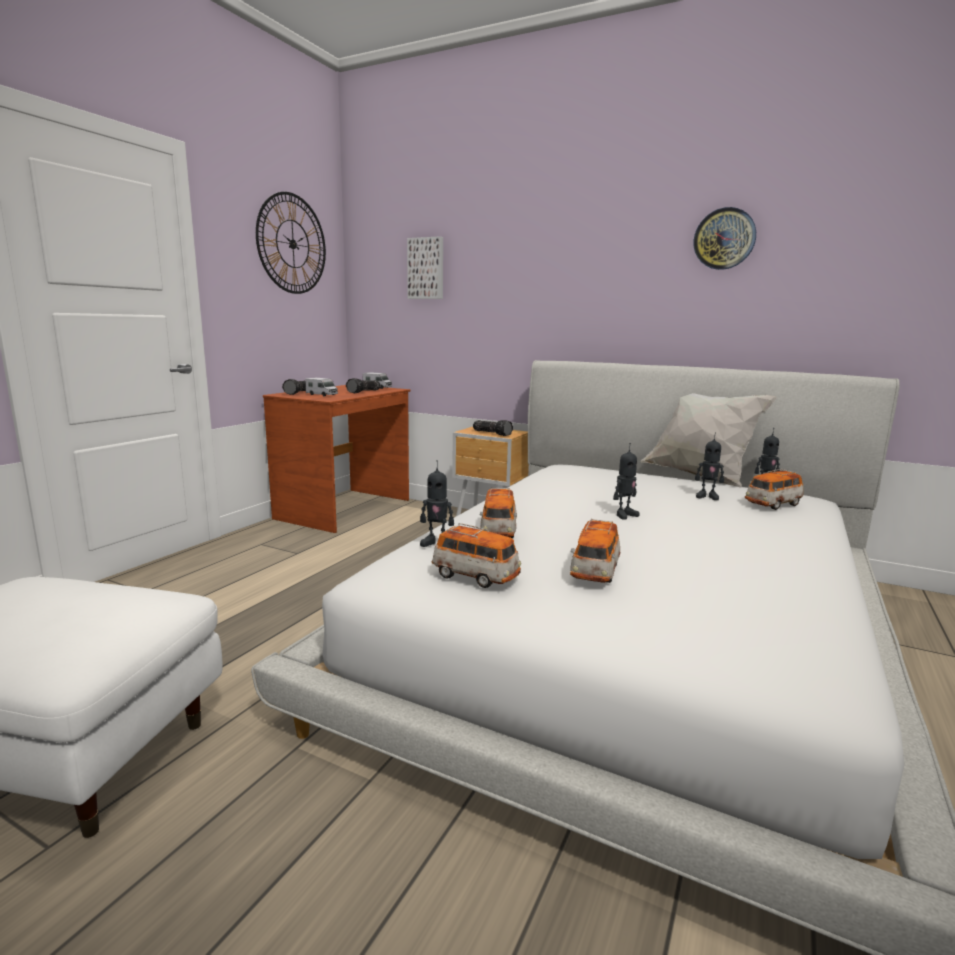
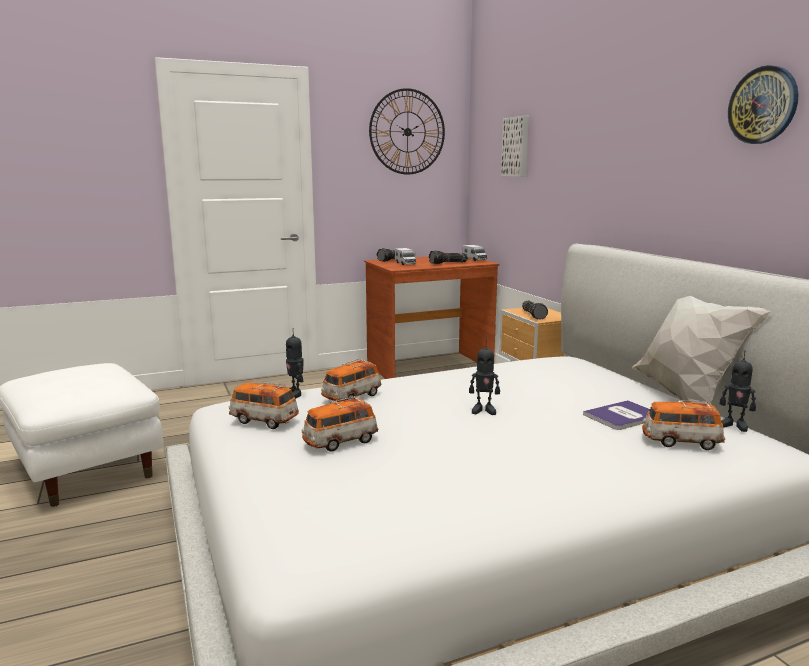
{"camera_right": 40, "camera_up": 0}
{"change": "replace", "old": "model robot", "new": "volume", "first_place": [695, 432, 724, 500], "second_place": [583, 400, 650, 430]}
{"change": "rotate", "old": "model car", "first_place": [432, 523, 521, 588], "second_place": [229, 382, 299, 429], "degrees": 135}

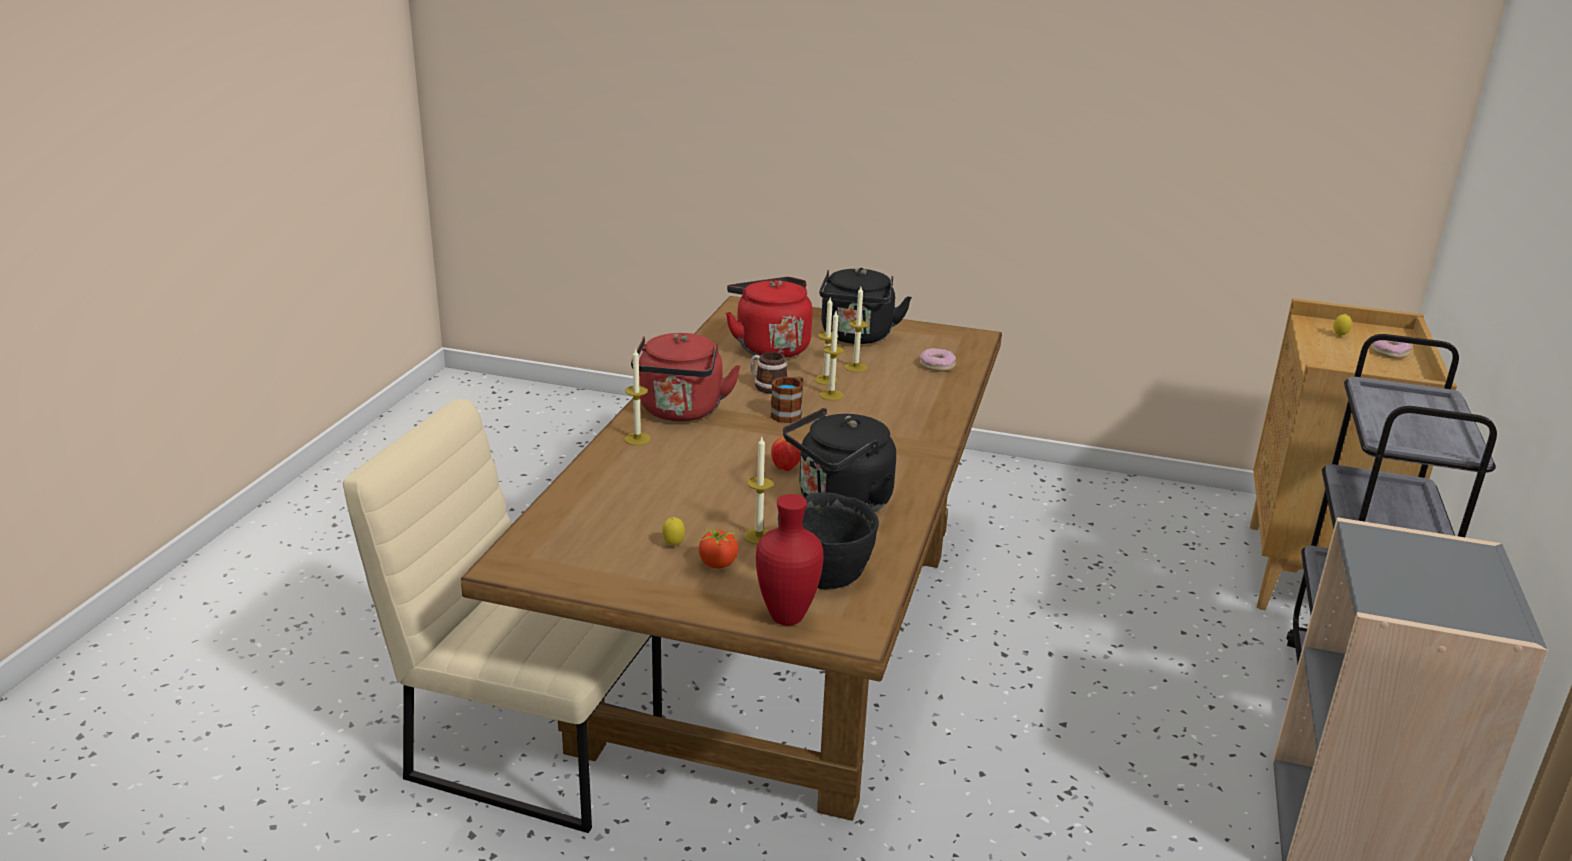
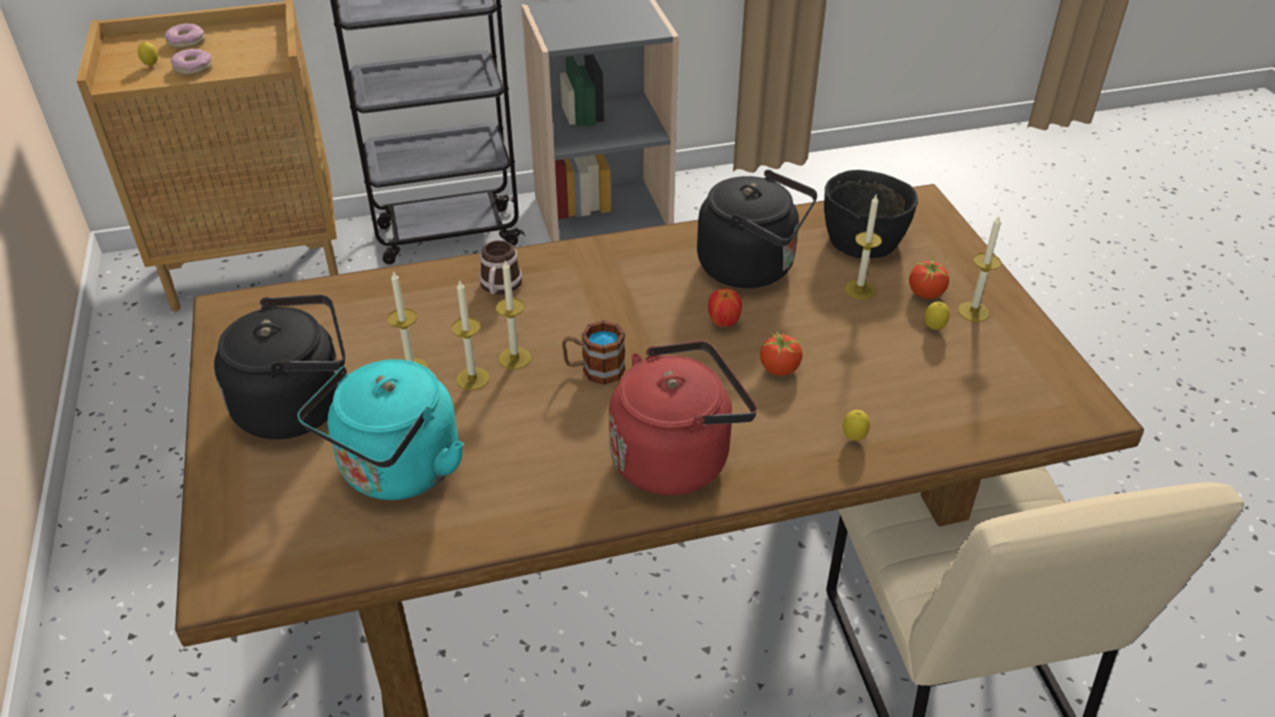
{"camera_right": -120, "camera_up": 15}
{"change": "recolor", "old": "red kettle", "new": "turquoise kettle", "first_place": [726, 277, 813, 358], "second_place": [297, 359, 464, 500]}
{"change": "move", "old": "wax candle", "first_place": [624, 348, 651, 445], "second_place": [958, 216, 1001, 322]}
{"change": "move", "old": "ring doughnut", "first_place": [920, 348, 956, 372], "second_place": [171, 49, 212, 75]}
{"change": "move", "old": "mug", "first_place": [750, 352, 787, 394], "second_place": [479, 240, 522, 295]}
{"change": "delete", "old": "red decorative vase", "first_place": [756, 494, 823, 626]}
{"change": "insert", "new": "whole tomato", "second_place": [760, 330, 803, 376]}
{"change": "insert", "new": "whole lemon", "second_place": [843, 410, 870, 441]}

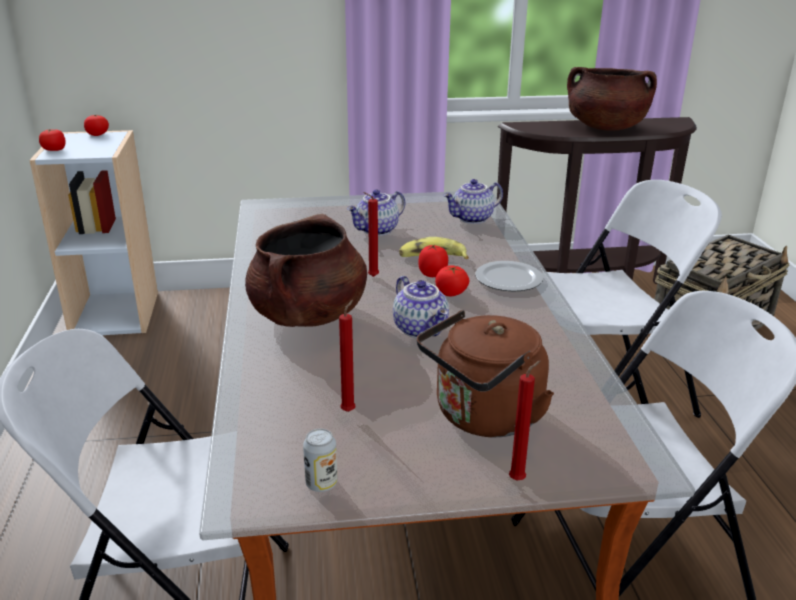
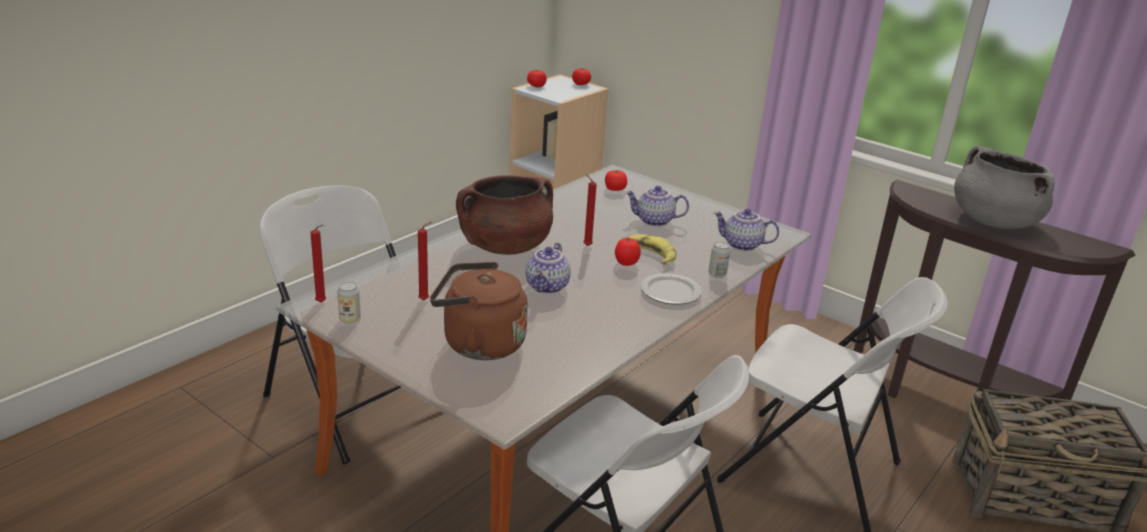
{"camera_right": 45, "camera_up": 0}
{"change": "recolor", "old": "brownish saucepot", "new": "gray saucepot", "first_place": [567, 67, 657, 131], "second_place": [954, 145, 1055, 229]}
{"change": "move", "old": "whole tomato", "first_place": [435, 265, 469, 296], "second_place": [605, 170, 627, 191]}
{"change": "move", "old": "red wax candle", "first_place": [509, 361, 540, 480], "second_place": [310, 225, 326, 303]}
{"change": "insert", "new": "can", "second_place": [708, 241, 731, 278]}

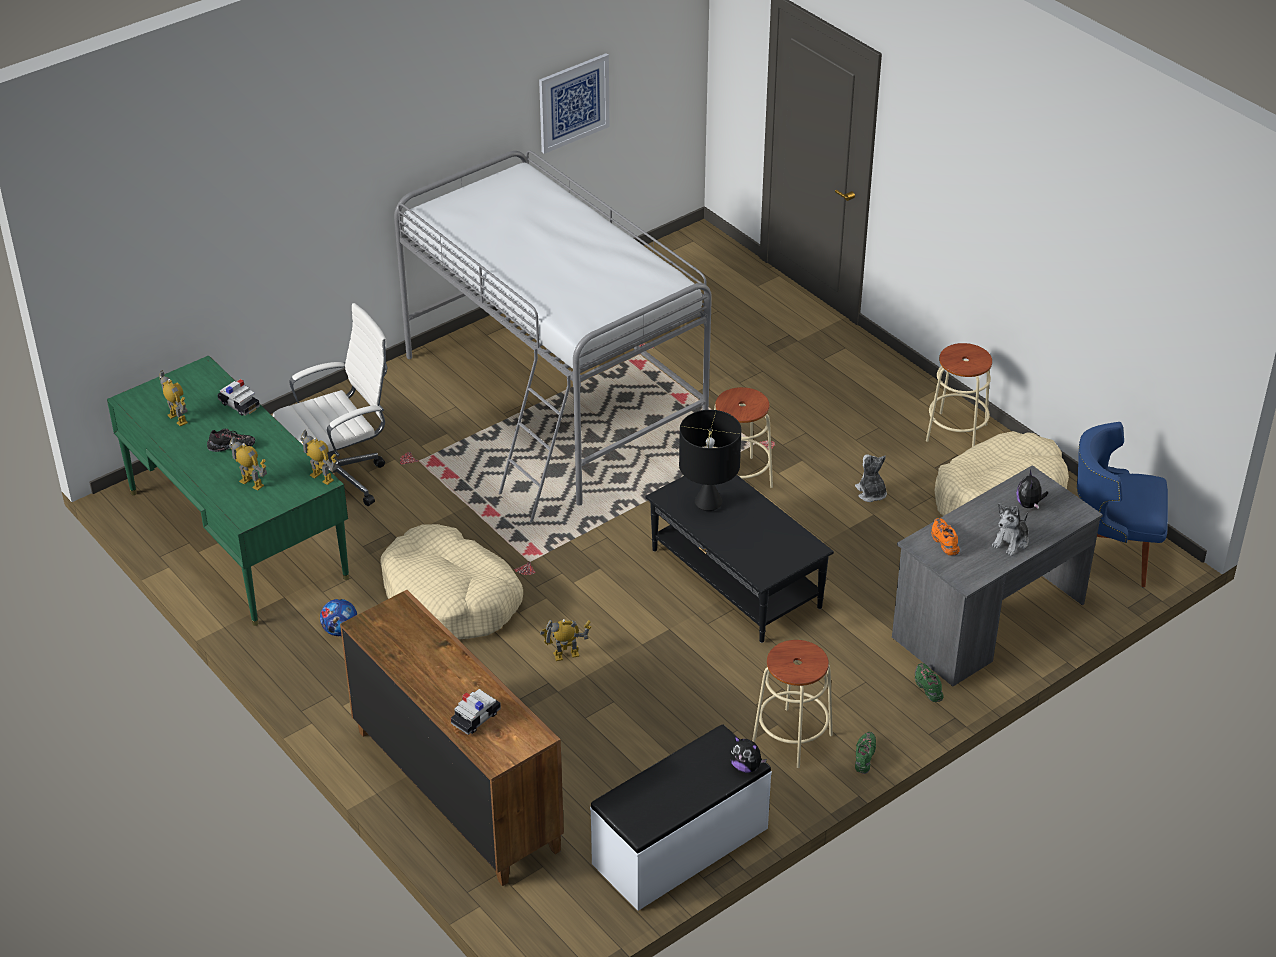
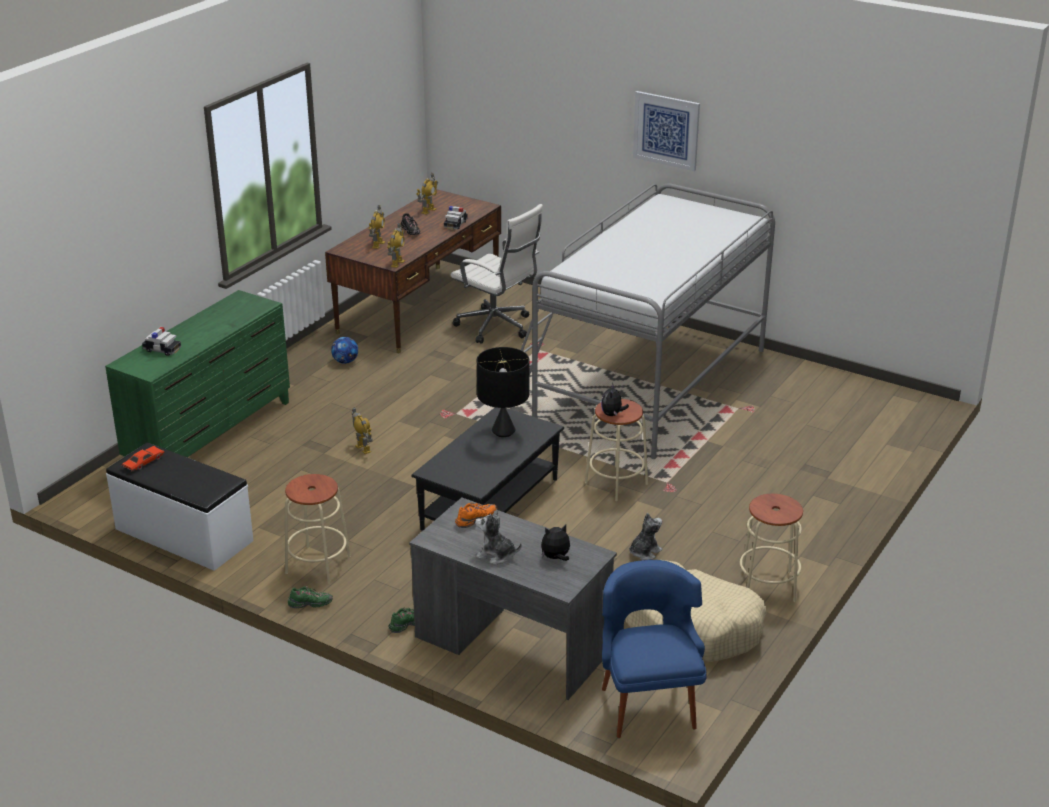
{"camera_right": 70, "camera_up": -10}
{"change": "move", "old": "picture", "first_place": [539, 53, 610, 154], "second_place": [633, 91, 700, 171]}
{"change": "recolor", "old": "green-coloured desk table", "new": "brownish desk table", "first_place": [107, 355, 349, 626], "second_place": [325, 189, 501, 353]}
{"change": "delete", "old": "beige dog bed", "first_place": [380, 524, 523, 639]}
{"change": "recolor", "old": "brownish chest of drawers", "new": "green-coloured chest of drawers", "first_place": [340, 590, 564, 886], "second_place": [105, 290, 290, 457]}
{"change": "move", "old": "cuddly toy", "first_place": [729, 736, 767, 773], "second_place": [601, 385, 629, 416]}
{"change": "insert", "new": "red model car", "second_place": [122, 446, 164, 472]}

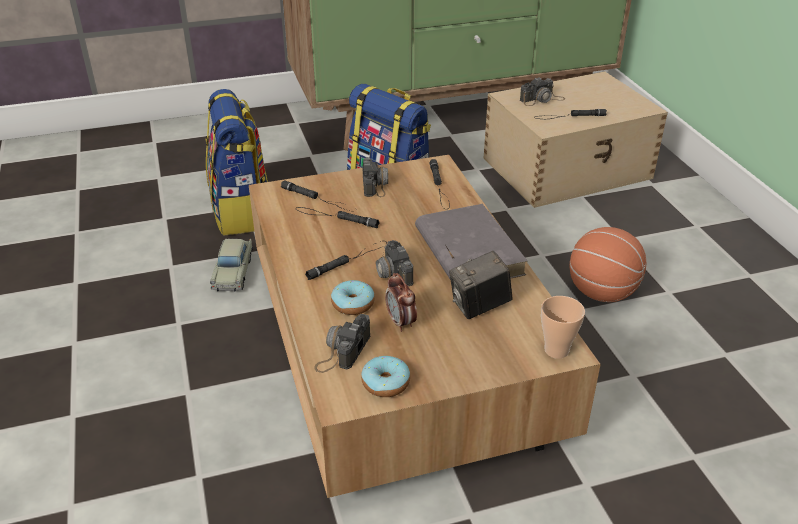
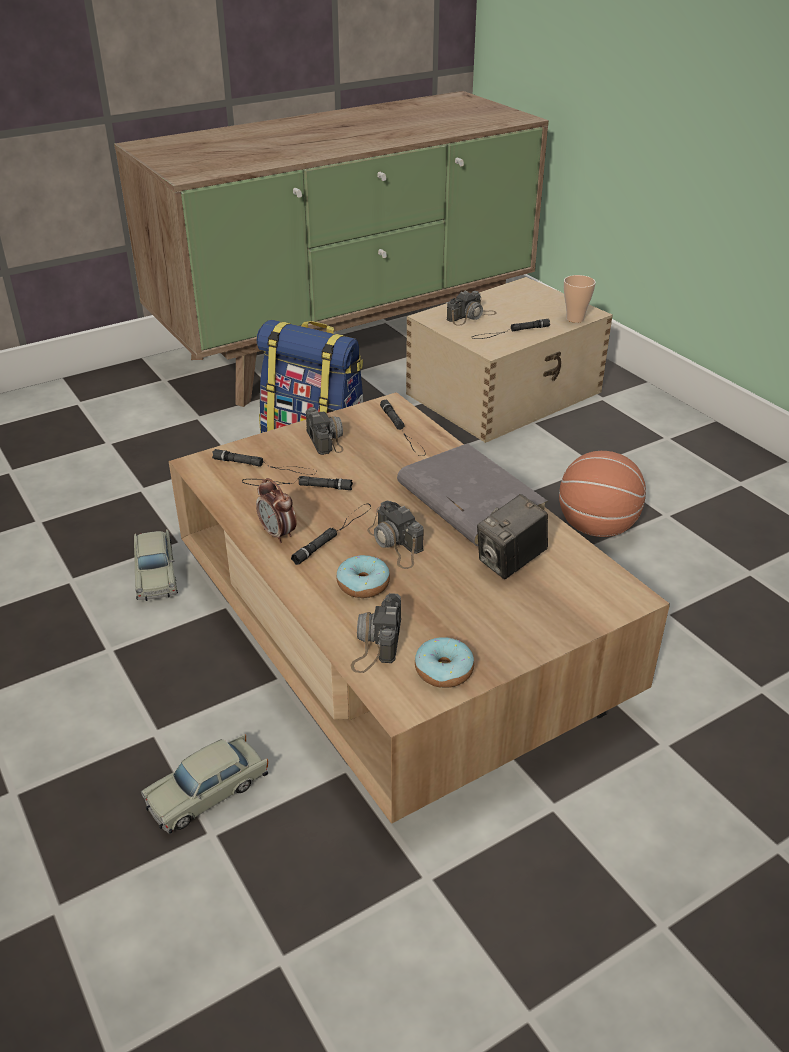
{"camera_right": -15, "camera_up": 0}
{"change": "delete", "old": "backpack", "first_place": [206, 89, 268, 236]}
{"change": "move", "old": "bedside clock", "first_place": [385, 273, 417, 332], "second_place": [256, 478, 297, 543]}
{"change": "move", "old": "small cup", "first_place": [541, 296, 585, 359], "second_place": [564, 275, 596, 323]}
{"change": "insert", "new": "beige model car", "second_place": [141, 734, 268, 834]}

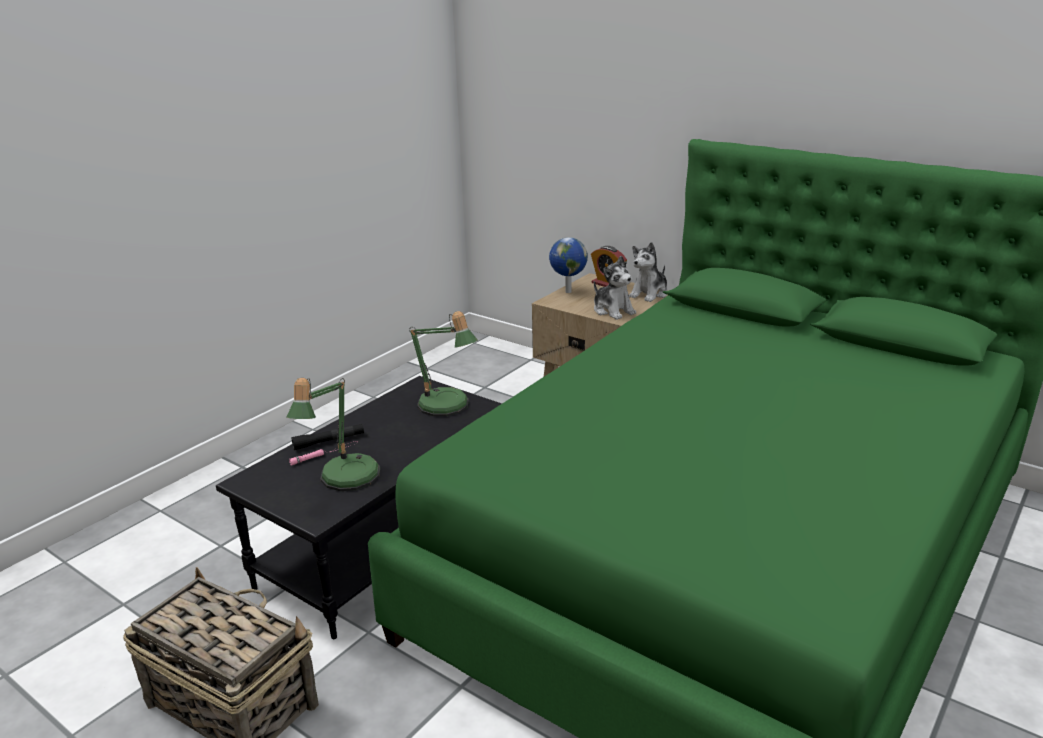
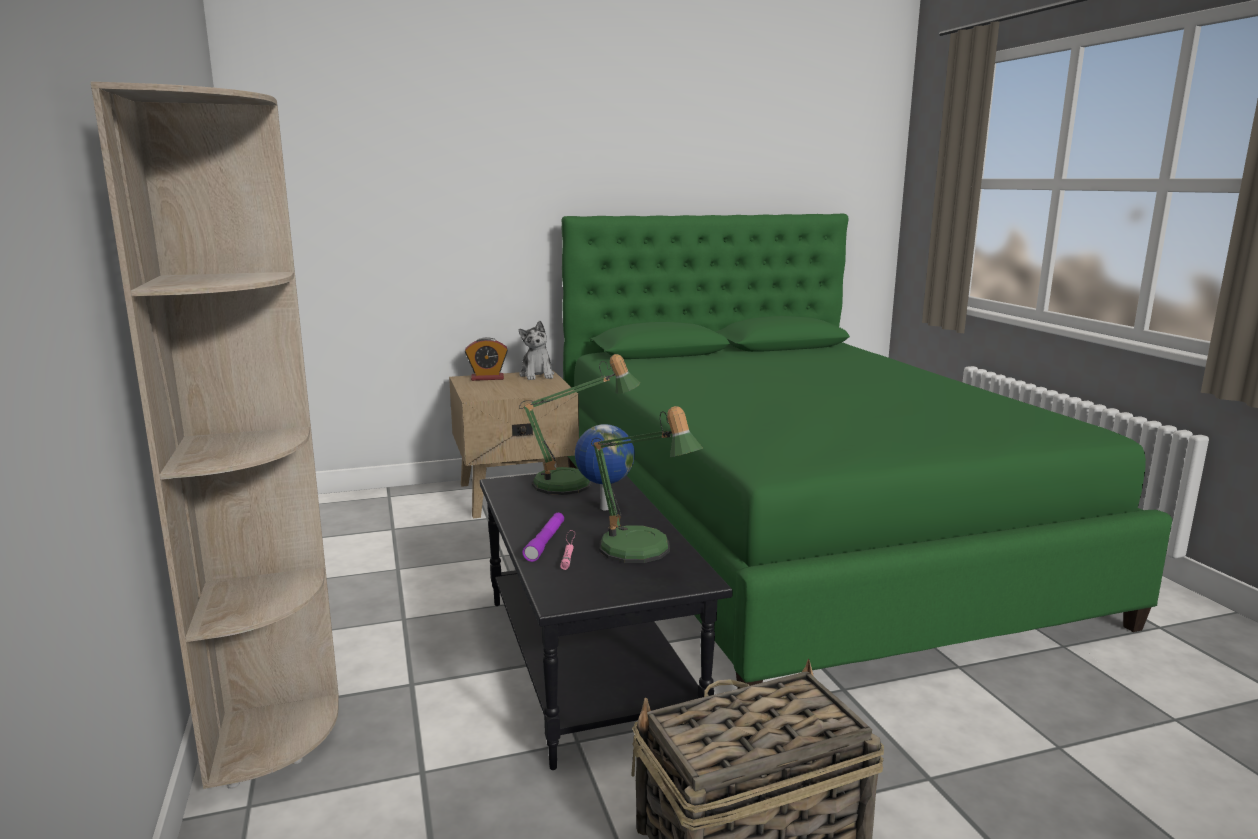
{"camera_right": -55, "camera_up": -10}
{"change": "move", "old": "globe", "first_place": [549, 237, 588, 293], "second_place": [575, 424, 635, 510]}
{"change": "delete", "old": "cuddly toy", "first_place": [594, 256, 636, 320]}
{"change": "recolor", "old": "black flashlight", "new": "purple-coloured flashlight", "first_place": [291, 424, 364, 450], "second_place": [523, 513, 564, 562]}
{"change": "insert", "new": "beige shelving unit", "second_place": [91, 82, 339, 789]}

